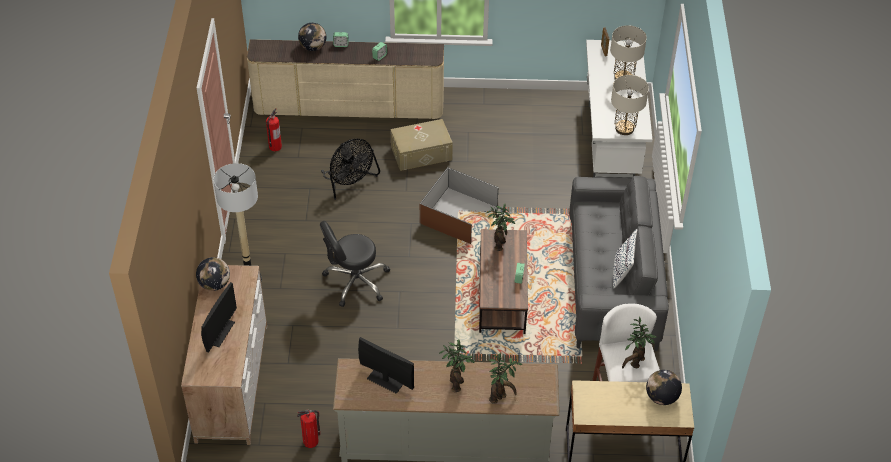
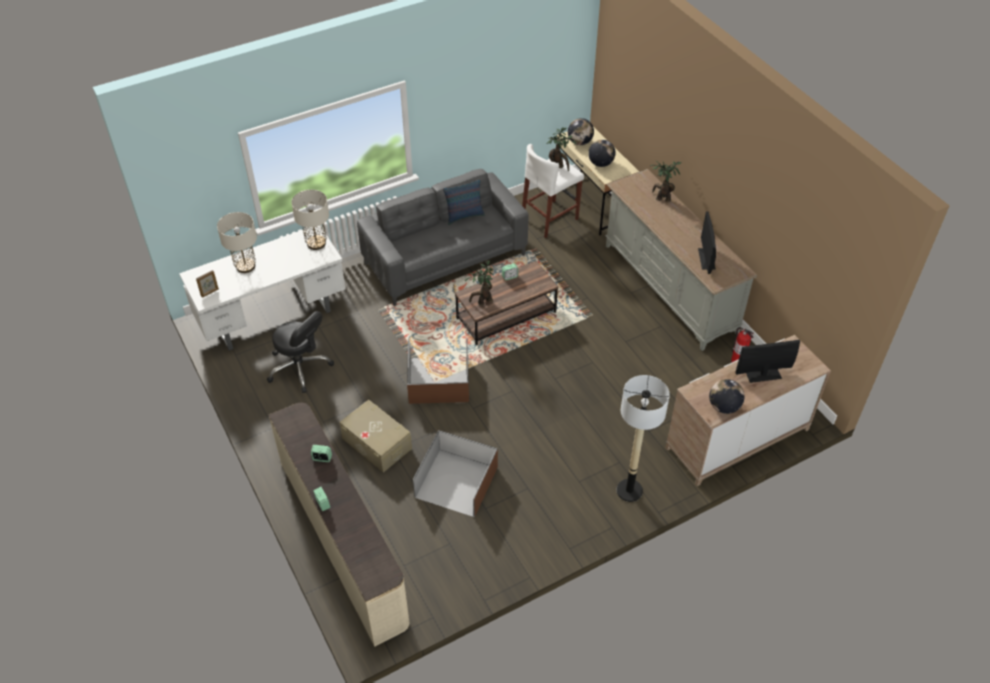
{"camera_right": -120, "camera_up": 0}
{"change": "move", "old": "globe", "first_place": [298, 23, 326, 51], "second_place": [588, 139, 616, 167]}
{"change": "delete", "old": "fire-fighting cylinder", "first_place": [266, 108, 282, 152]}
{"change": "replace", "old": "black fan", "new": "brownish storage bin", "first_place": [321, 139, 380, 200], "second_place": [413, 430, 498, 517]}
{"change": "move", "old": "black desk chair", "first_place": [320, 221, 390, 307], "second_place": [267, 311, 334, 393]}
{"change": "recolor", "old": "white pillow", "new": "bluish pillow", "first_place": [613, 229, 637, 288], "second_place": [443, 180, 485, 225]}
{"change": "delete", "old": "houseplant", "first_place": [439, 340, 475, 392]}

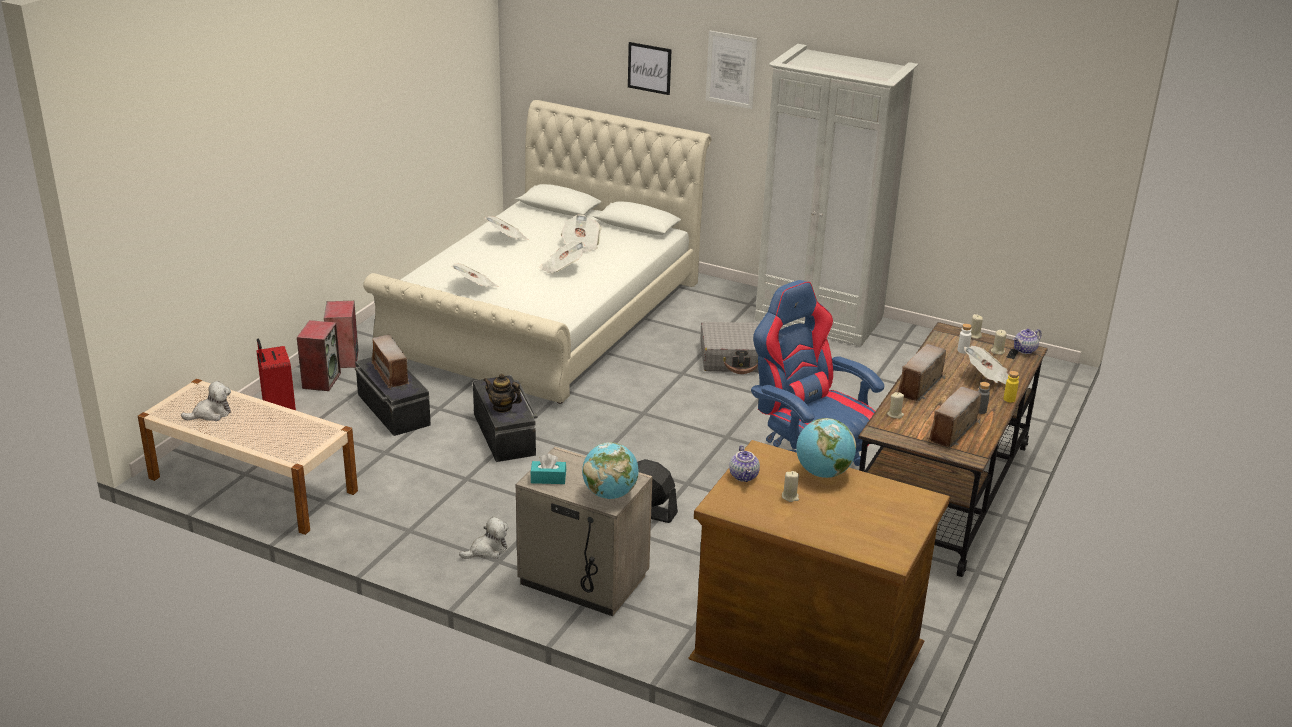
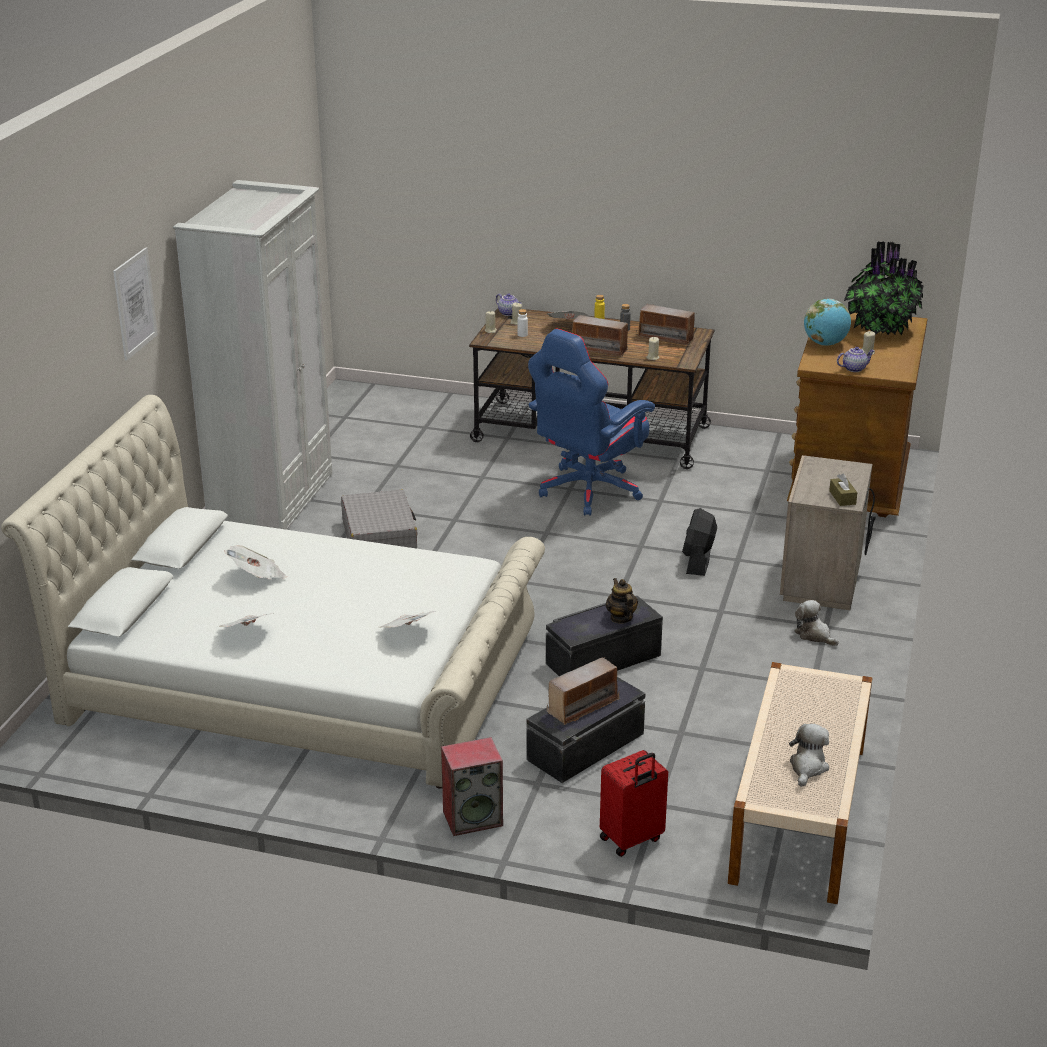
{"camera_right": -100, "camera_up": 0}
{"change": "delete", "old": "picture", "first_place": [628, 42, 672, 95]}
{"change": "delete", "old": "printed paper", "first_place": [540, 241, 585, 274]}
{"change": "delete", "old": "loudspeaker", "first_place": [297, 320, 341, 391]}
{"change": "rotate", "old": "tea pot", "first_place": [484, 374, 522, 413], "second_place": [606, 578, 638, 624], "degrees": 150}
{"change": "rotate", "old": "cuddly toy", "first_place": [181, 381, 231, 421], "second_place": [789, 724, 829, 787], "degrees": 60}
{"change": "delete", "old": "globe", "first_place": [582, 442, 639, 499]}
{"change": "recolor", "old": "turquoise tissue box", "new": "brownish tissue box", "first_place": [530, 454, 566, 484], "second_place": [829, 473, 857, 506]}
{"change": "insert", "new": "houseplant", "second_place": [844, 241, 923, 336]}

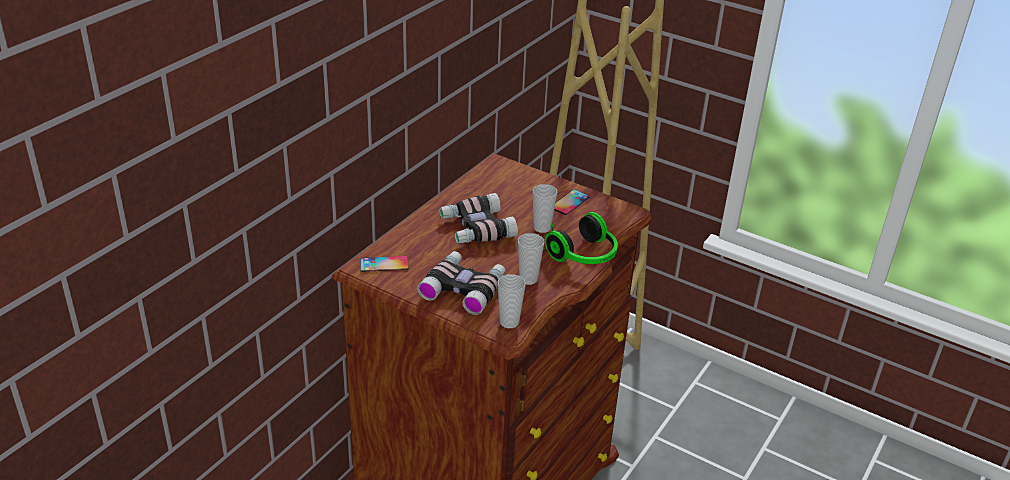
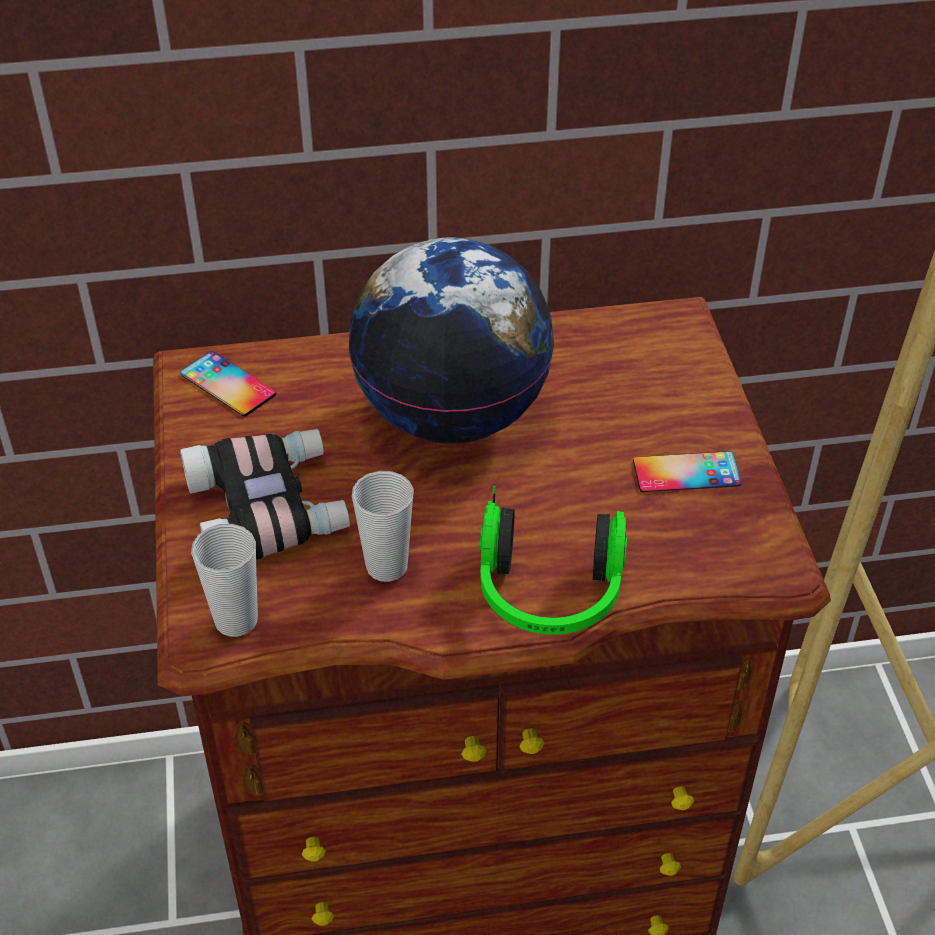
{"camera_right": 50, "camera_up": 10}
{"change": "delete", "old": "small cup", "first_place": [533, 184, 557, 233]}
{"change": "replace", "old": "binoculars", "new": "globe", "first_place": [439, 193, 518, 244], "second_place": [348, 237, 555, 444]}

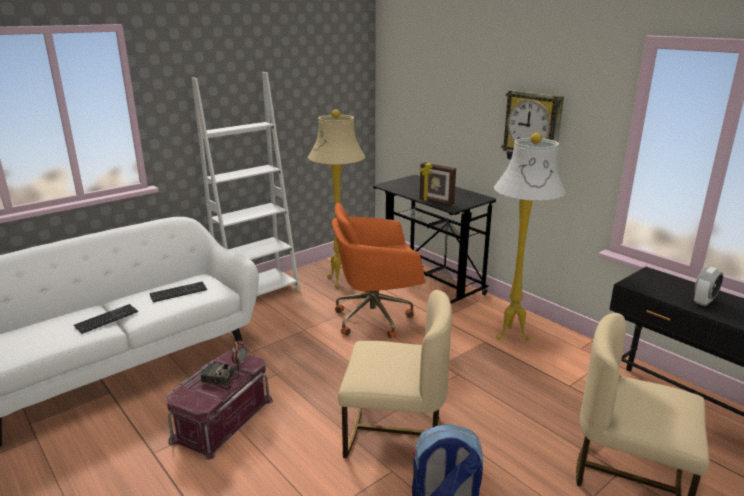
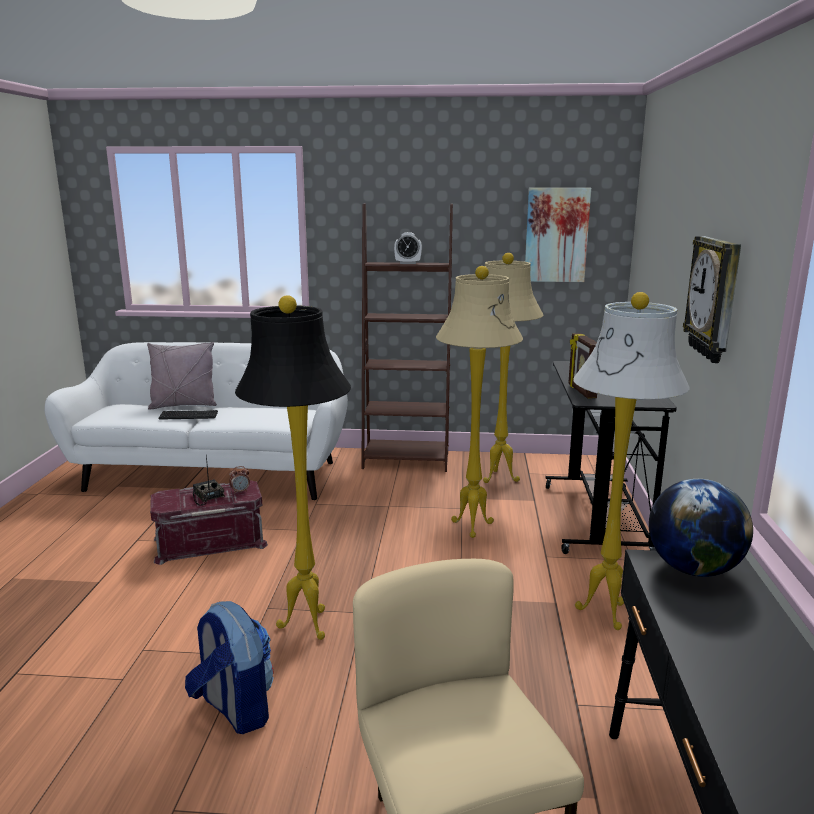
{"camera_right": 45, "camera_up": -5}
{"change": "recolor", "old": "white shelving unit", "new": "brownish shelving unit", "first_place": [192, 72, 300, 296], "second_place": [362, 204, 453, 472]}
{"change": "replace", "old": "orangey desk chair", "new": "beige standard lamp", "first_place": [332, 203, 424, 339], "second_place": [436, 266, 523, 538]}
{"change": "move", "old": "bedside clock", "first_place": [694, 267, 723, 307], "second_place": [394, 232, 422, 264]}
{"change": "delete", "old": "keyboard", "first_place": [149, 282, 207, 302]}
{"change": "replace", "old": "beige plain chair", "new": "black standard lamp", "first_place": [338, 290, 452, 458], "second_place": [235, 295, 351, 640]}
{"change": "insert", "new": "picture", "second_place": [525, 188, 591, 282]}
{"change": "insert", "new": "purple-coloured pillow", "second_place": [147, 342, 217, 409]}
{"change": "insert", "new": "globe", "second_place": [649, 479, 753, 577]}

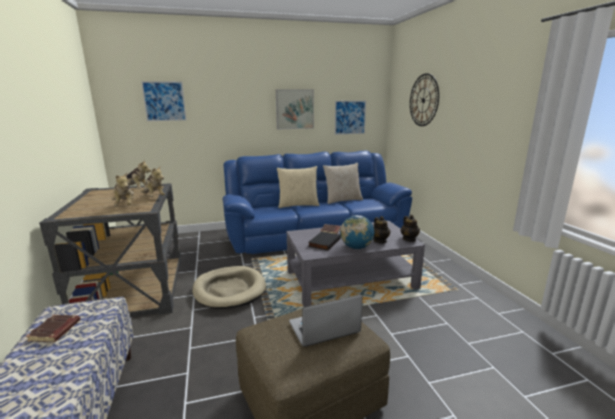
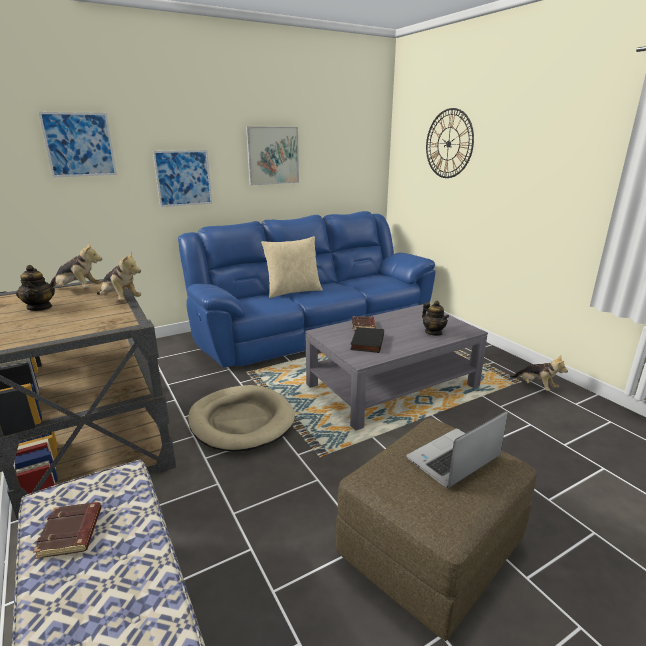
{"camera_right": -15, "camera_up": 5}
{"change": "move", "old": "picture", "first_place": [335, 100, 366, 135], "second_place": [153, 150, 212, 207]}
{"change": "delete", "old": "beige pillow", "first_place": [323, 163, 363, 204]}
{"change": "move", "old": "cuddly toy", "first_place": [111, 173, 134, 206], "second_place": [510, 355, 568, 391]}
{"change": "delete", "old": "globe", "first_place": [340, 215, 374, 249]}
{"change": "move", "old": "tea pot", "first_place": [400, 215, 420, 242], "second_place": [16, 265, 55, 311]}

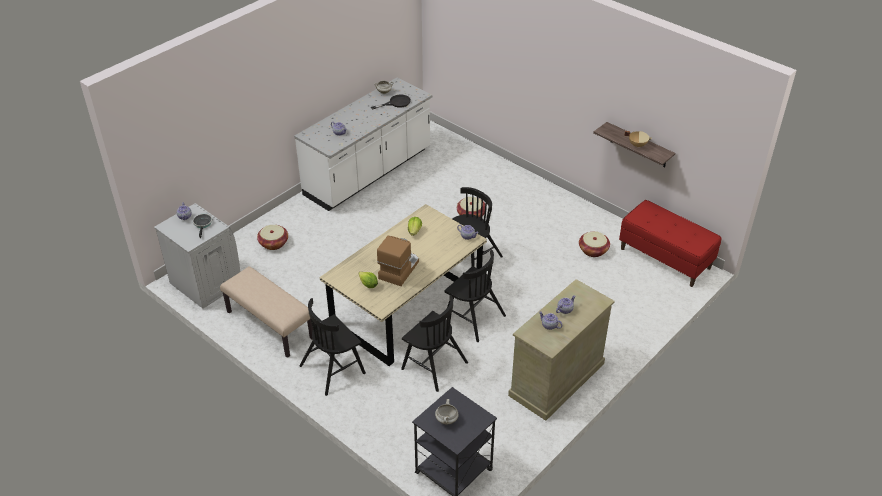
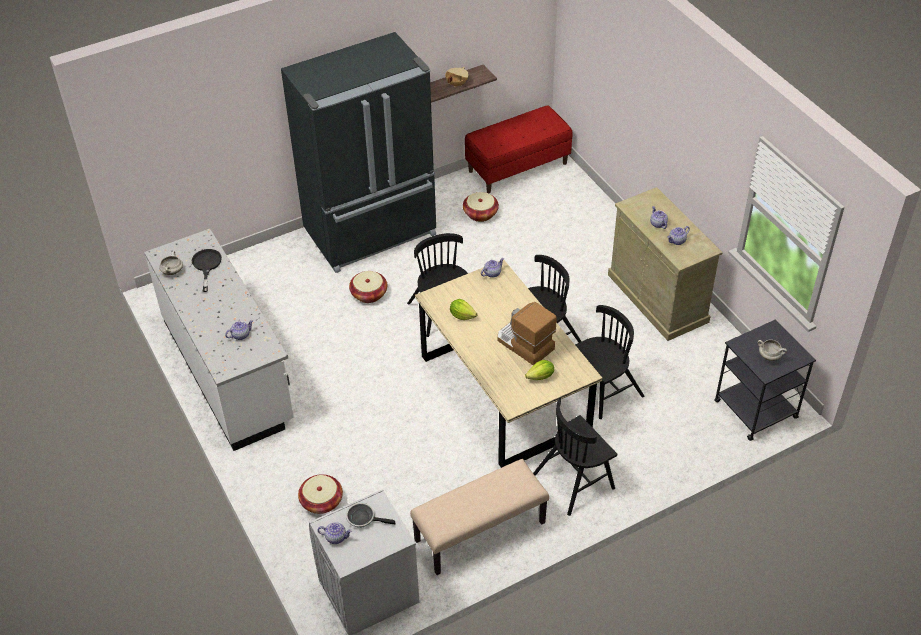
{"camera_right": -70, "camera_up": 5}
{"change": "rotate", "old": "black plain chair", "first_place": [300, 298, 366, 396], "second_place": [533, 398, 617, 516], "degrees": 75}
{"change": "insert", "new": "black kitchen fridge", "second_place": [281, 32, 436, 273]}

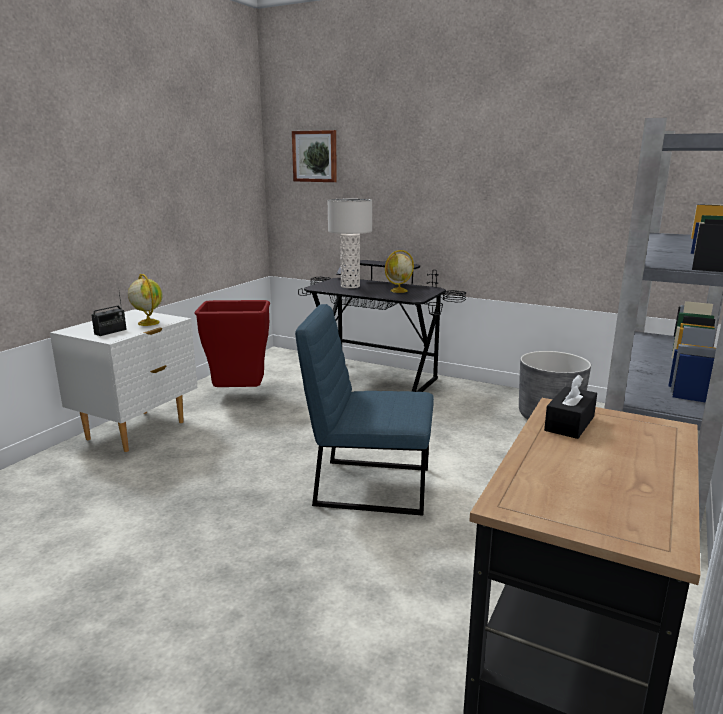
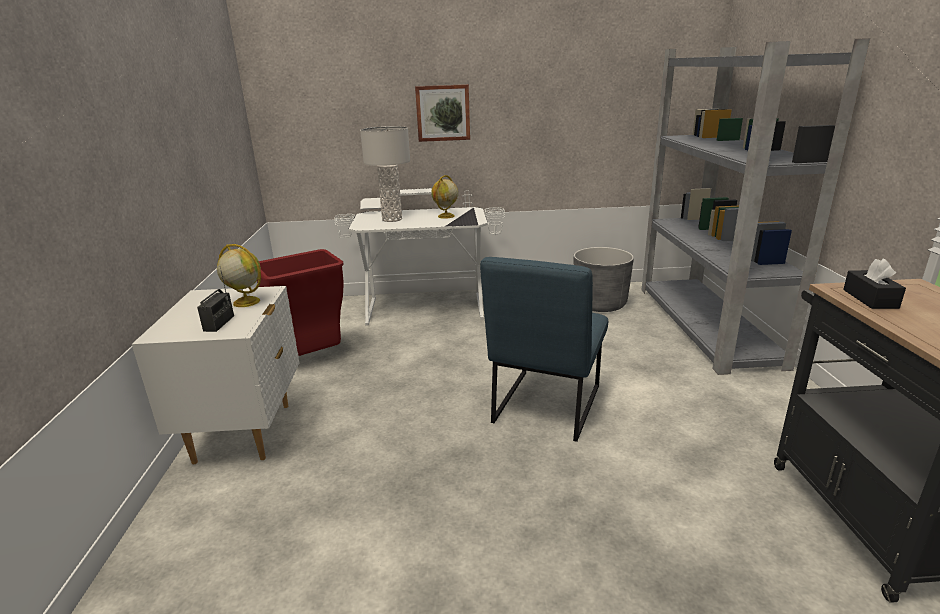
{"camera_right": -30, "camera_up": 5}
{"change": "move", "old": "picture", "first_place": [292, 130, 337, 182], "second_place": [415, 84, 470, 142]}
{"change": "recolor", "old": "black desk table", "new": "white desk table", "first_place": [298, 260, 466, 392], "second_place": [334, 188, 505, 326]}
{"change": "rotate", "old": "bluish plain chair", "first_place": [295, 304, 434, 516], "second_place": [480, 257, 608, 442], "degrees": -45}

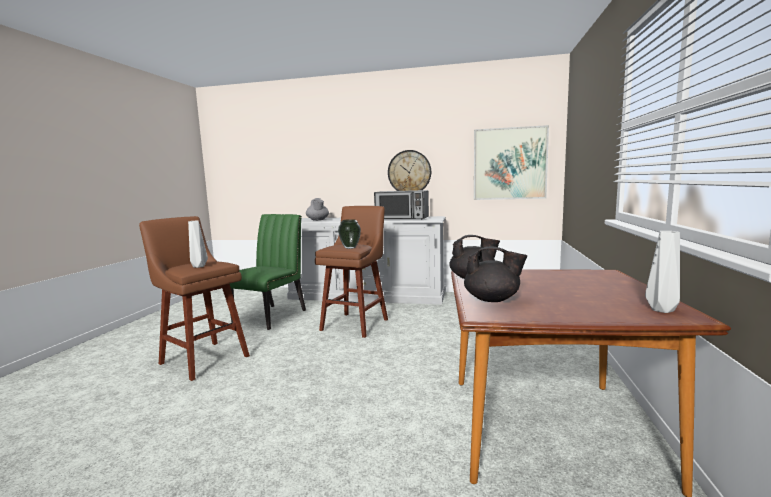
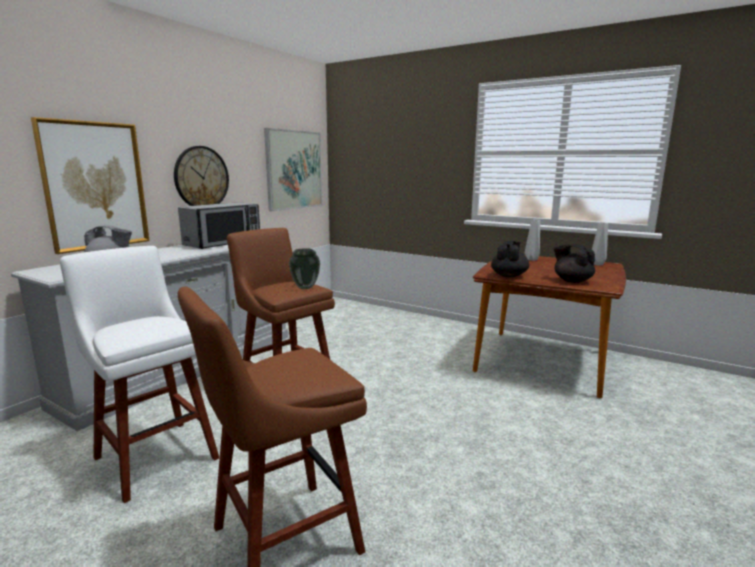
{"camera_right": -70, "camera_up": 5}
{"change": "replace", "old": "green-coloured plain chair", "new": "white stool", "first_place": [230, 214, 306, 330], "second_place": [60, 246, 219, 503]}
{"change": "move", "old": "gray decorative vase", "first_place": [188, 221, 208, 268], "second_place": [525, 220, 540, 261]}
{"change": "rotate", "old": "black tea pot", "first_place": [464, 246, 527, 302], "second_place": [553, 244, 595, 283], "degrees": -75}
{"change": "insert", "new": "picture", "second_place": [31, 117, 150, 254]}

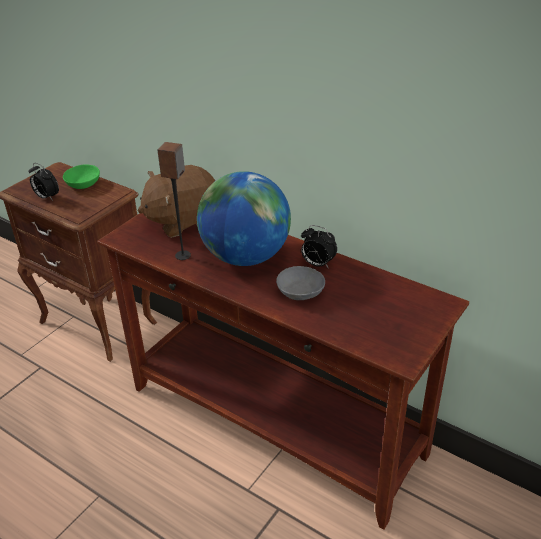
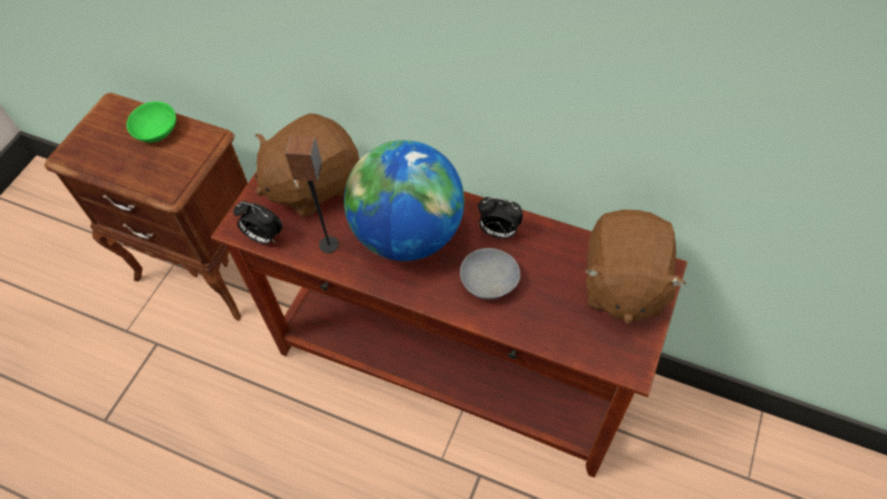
{"camera_right": -10, "camera_up": 20}
{"change": "move", "old": "bedside clock", "first_place": [28, 163, 59, 201], "second_place": [234, 201, 283, 244]}
{"change": "insert", "new": "brownish cuddly toy", "second_place": [585, 209, 686, 324]}

